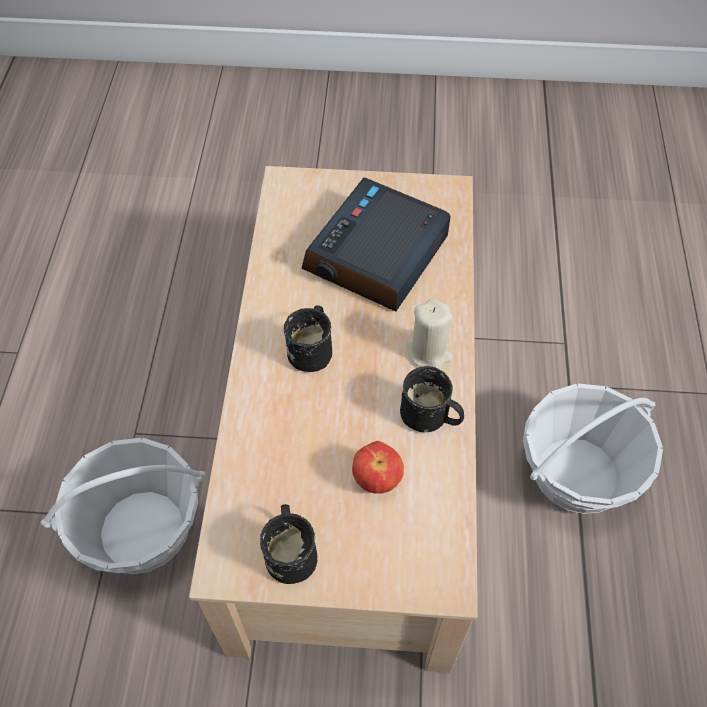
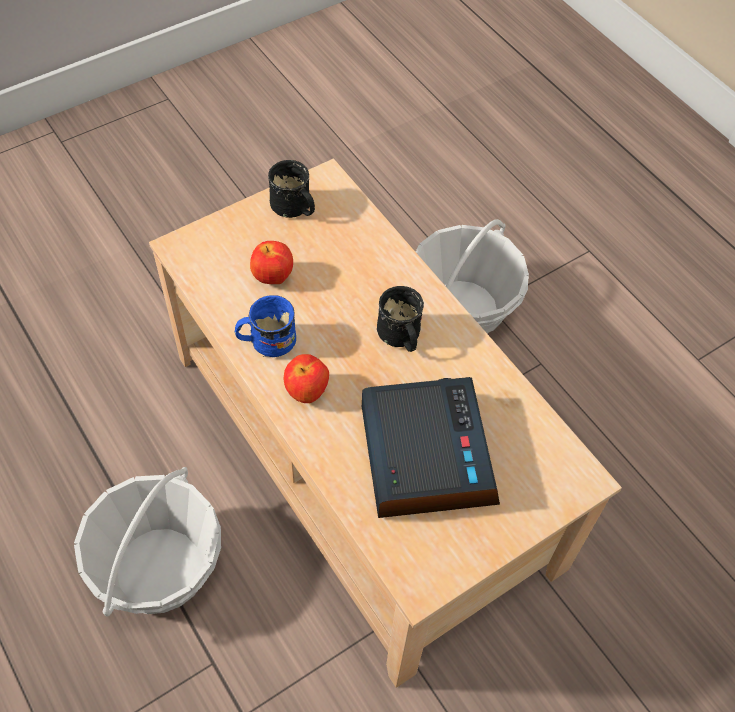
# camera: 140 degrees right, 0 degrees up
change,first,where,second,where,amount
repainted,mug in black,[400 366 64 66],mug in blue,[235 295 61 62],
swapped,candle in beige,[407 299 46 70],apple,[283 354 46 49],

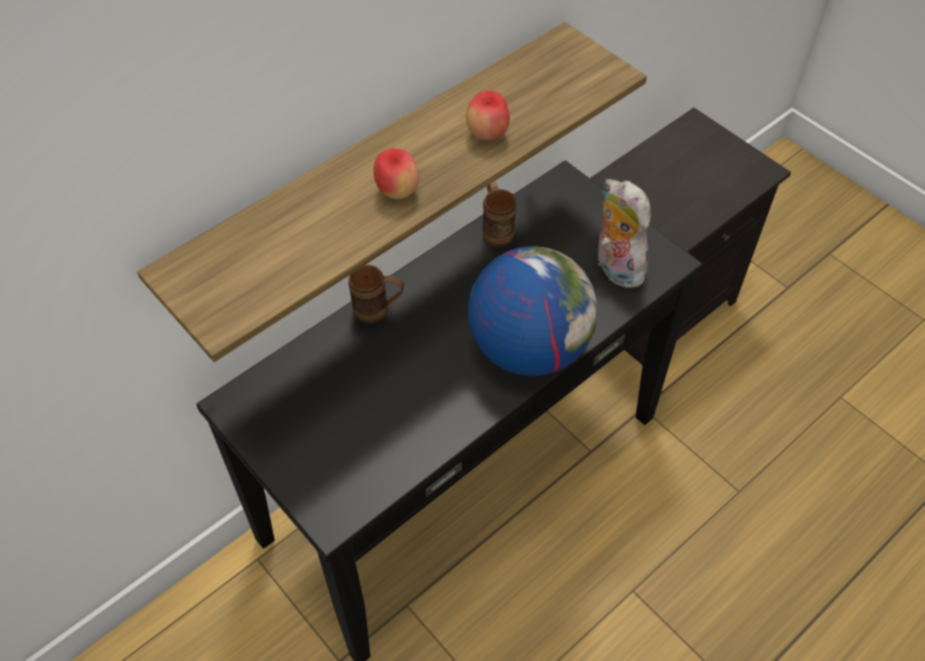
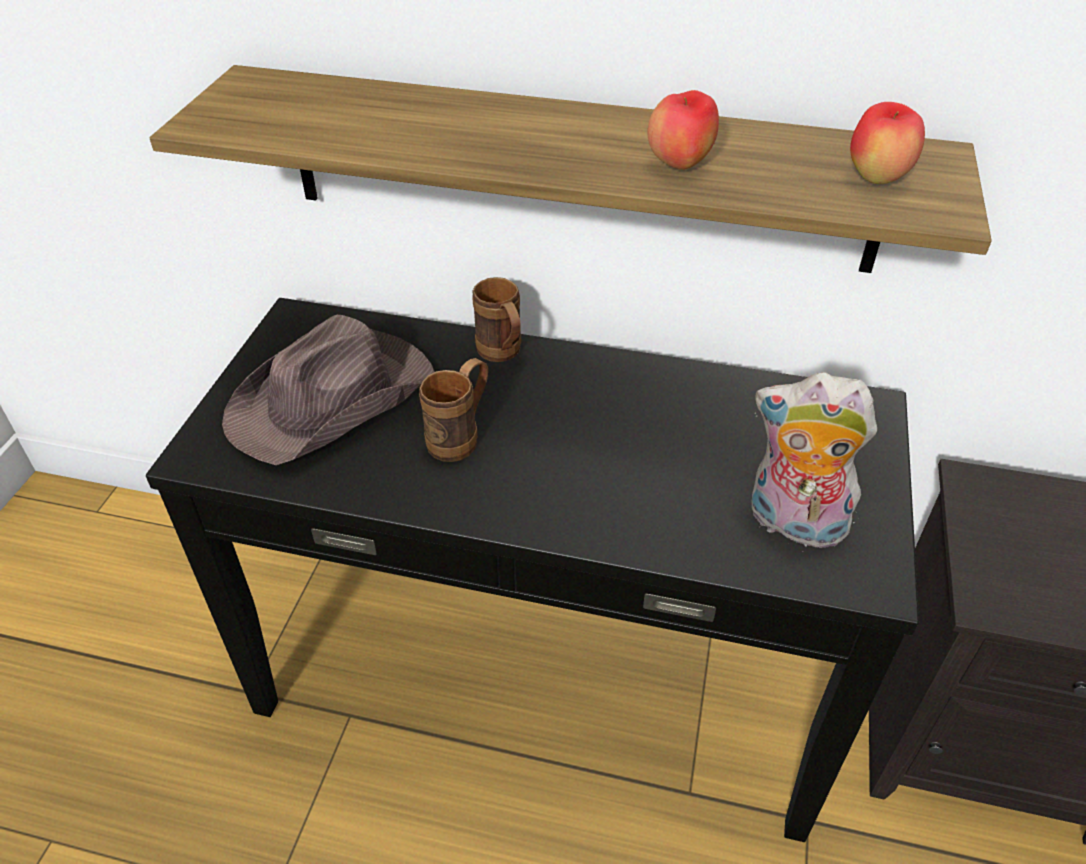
# camera: 55 degrees right, 10 degrees down
change,first,where,second,where,amount
shifted,apple,[373 148 46 51],,[850 102 75 82],
gone,globe,[468 246 130 130],,,
shifted,mug in brown,[482 181 34 66],,[419 358 69 104],
rotated,plush toy,[598 179 53 109],,[751 372 126 180],90 degrees counterclockwise
new,,,hat in brown,[222 315 213 150],

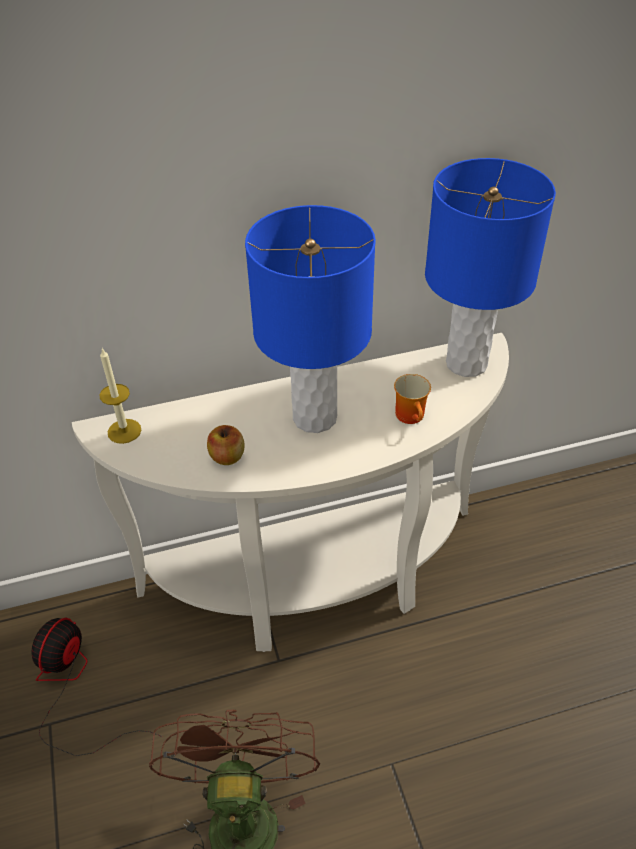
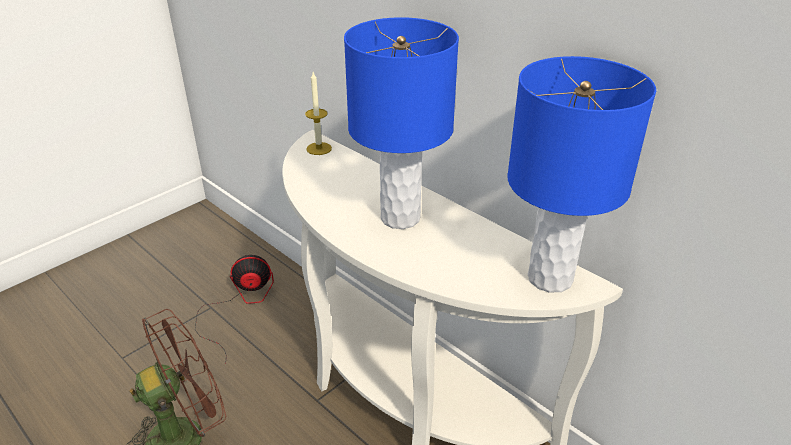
# camera: 60 degrees right, 10 degrees down
change,first,where,second,where,amount
gone,apple,[207 425 38 40],,,
gone,mug,[394 374 37 50],,,

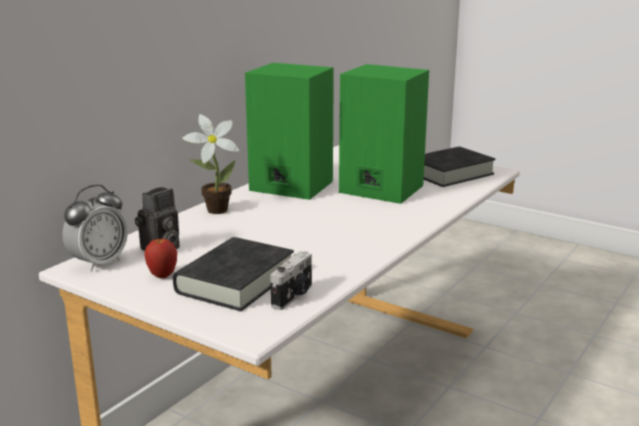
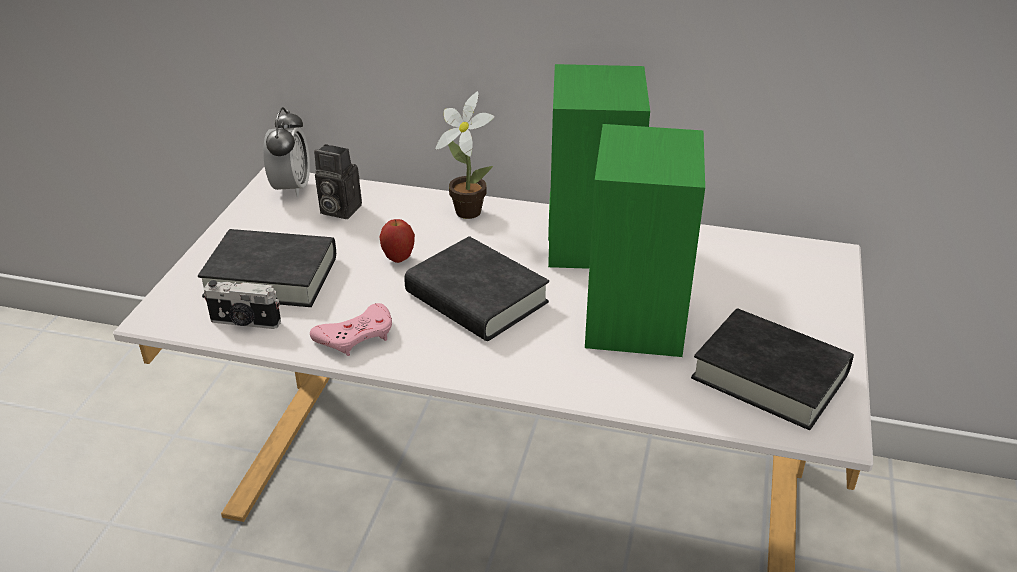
# camera: 70 degrees right, 15 degrees up
change,first,where,second,where,amount
rotated,alarm clock,[62 184 66 88],,[263 107 47 91],105 degrees counterclockwise
shifted,apple,[144 237 33 41],,[379 219 36 44],
new,,,game controller in pink,[310 303 82 53],
new,,,book in black,[404 236 145 105],

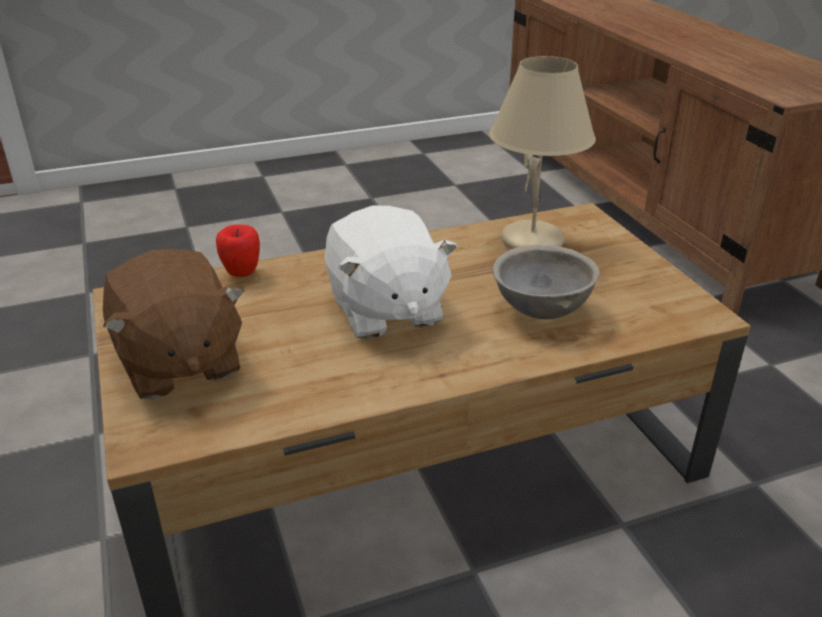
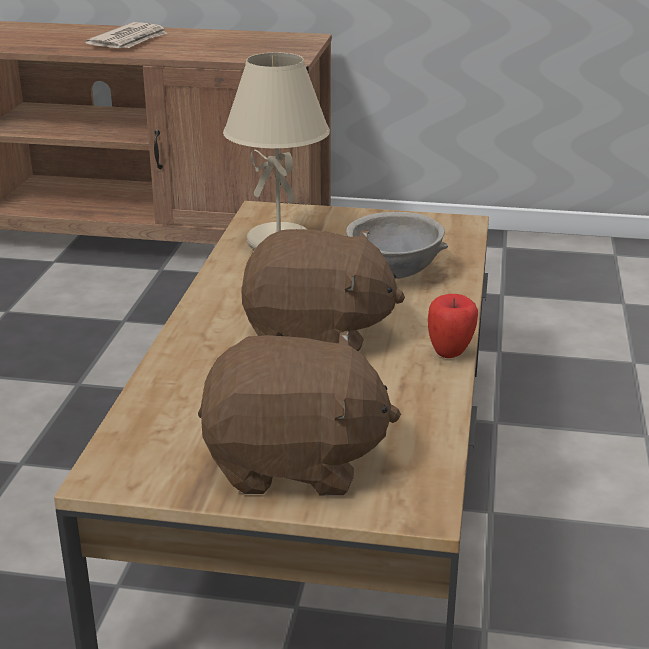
# camera: 60 degrees left, 5 degrees down
change,first,where,second,where,amount
shifted,apple,[216 225 44 52],,[428 294 50 64],
repainted,plush toy in white,[324 205 134 134],plush toy in brown,[241 229 164 123],
new,,,newspaper,[85 22 82 26],

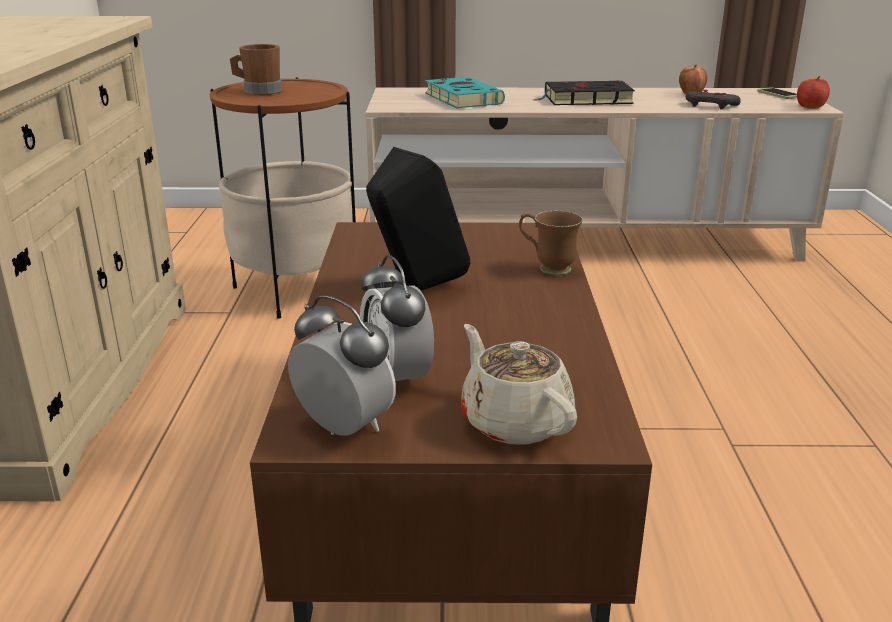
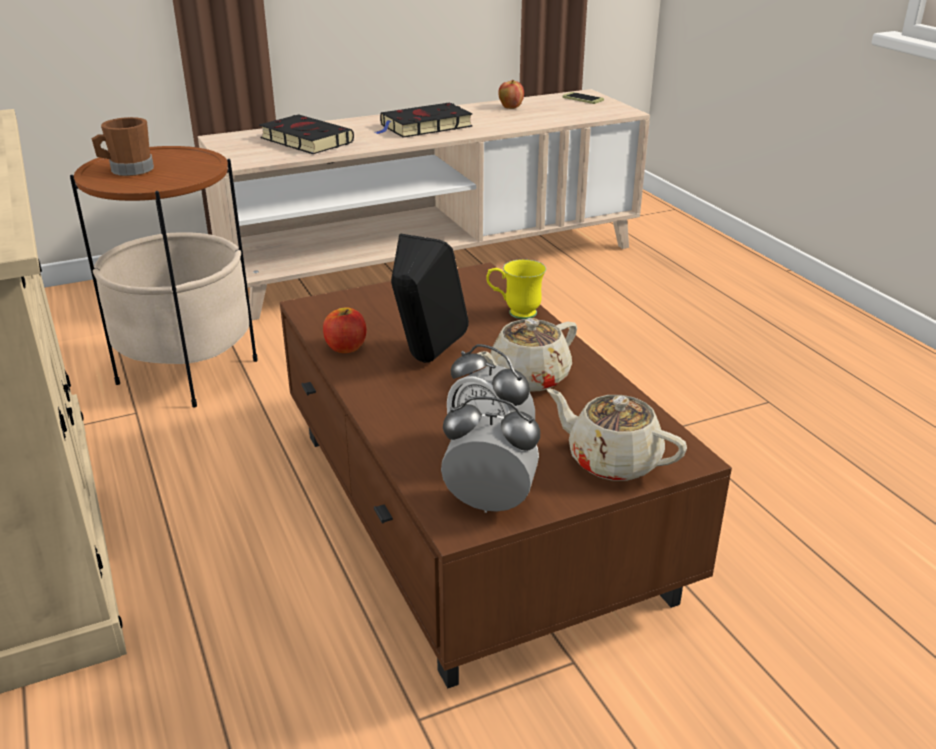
# camera: 25 degrees left, 5 degrees up
change,first,where,second,where,amount
repainted,book in turquoise,[425 77 80 31],book in black,[259 114 95 40],
repainted,mug in brown,[519 211 64 64],mug in yellow,[486 259 60 60],
gone,game controller in grey,[686 90 55 20],,,
shifted,apple,[797 76 33 32],,[323 307 43 46],
new,,,teapot in beige,[477 318 100 74],

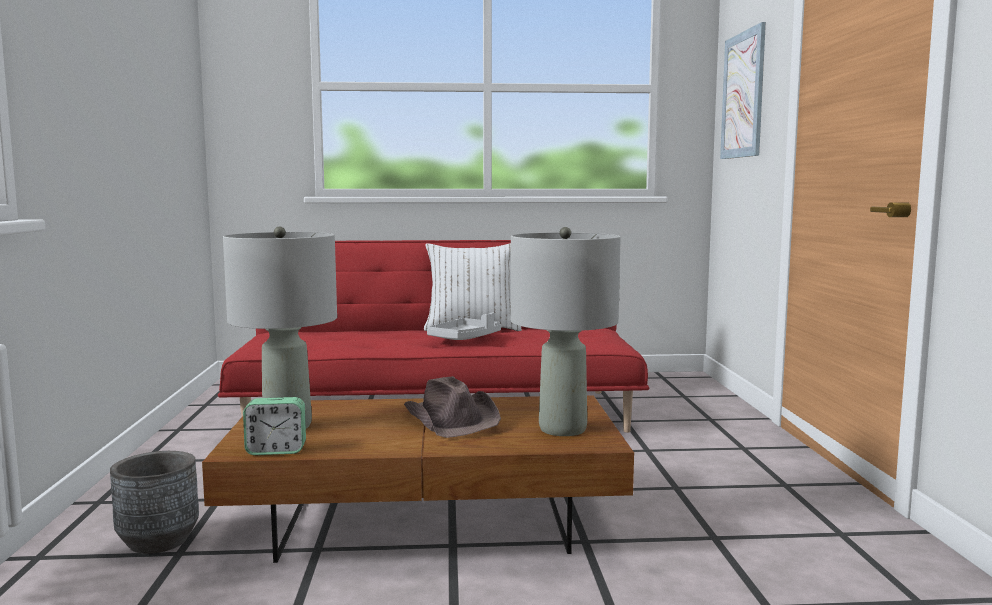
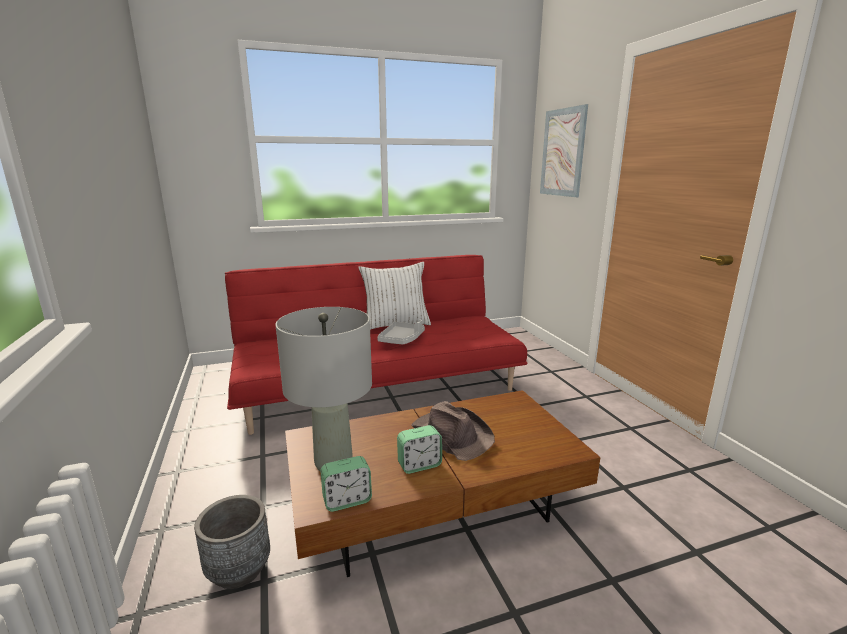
# camera: 15 degrees left, 10 degrees up
change,first,where,second,where,amount
gone,table lamp in grey,[511 227 110 209],,,
new,,,alarm clock,[397 425 45 49],

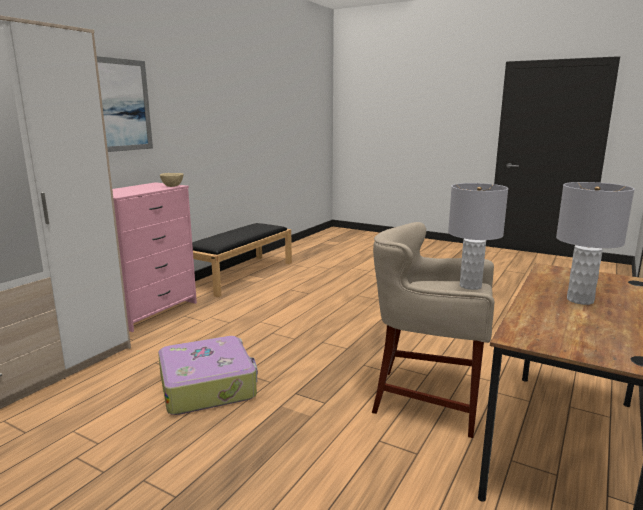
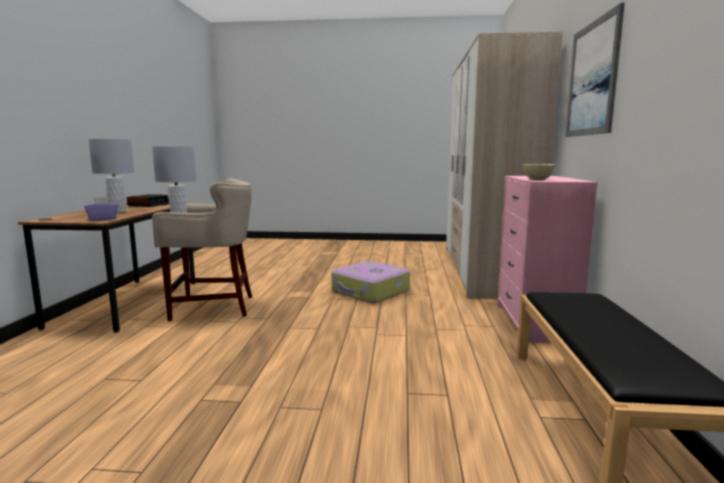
# camera: 155 degrees right, 5 degrees down
change,first,where,second,where,amount
new,,,tissue box in purple,[85 197 33 24],
new,,,alarm clock,[127 194 42 13],

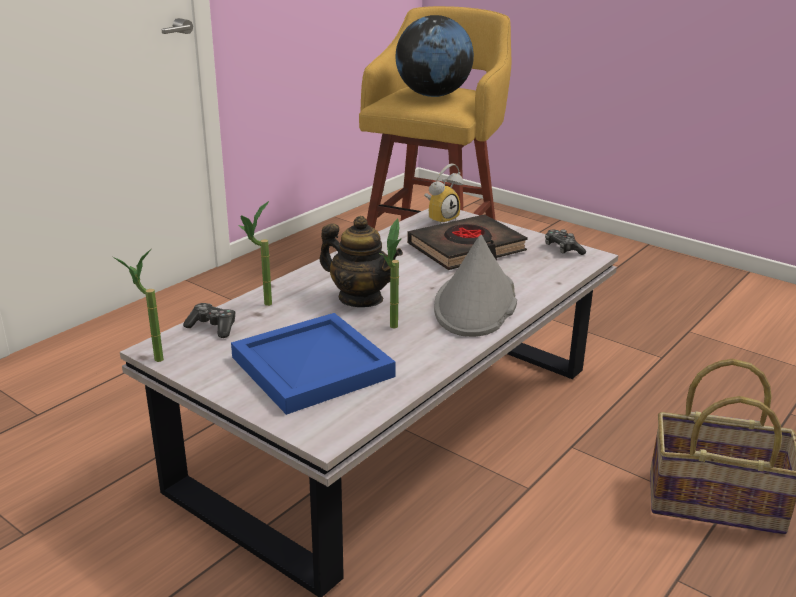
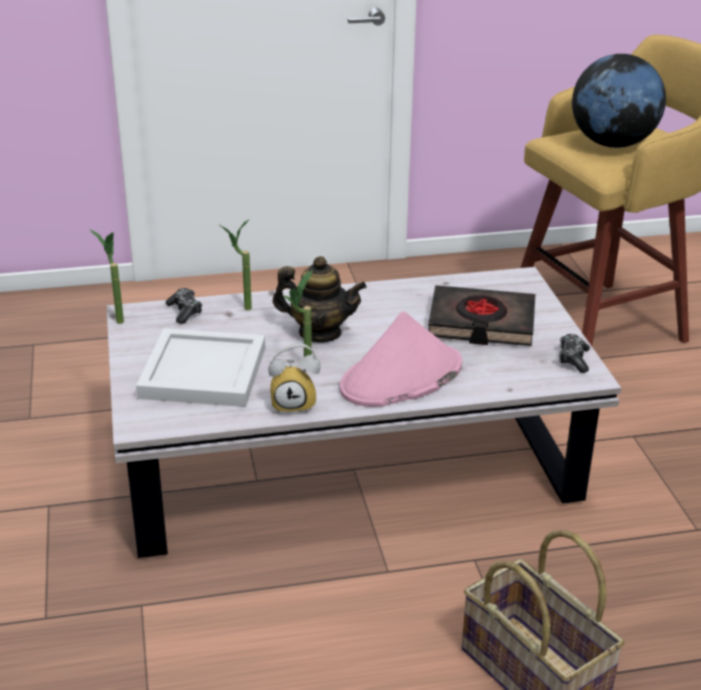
# camera: 40 degrees right, 5 degrees up
change,first,where,second,where,amount
repainted,tray in blue,[231 313 165 102],tray in white,[136 328 129 79],
rotated,teapot,[319 216 84 91],,[272 256 95 87],60 degrees counterclockwise
shifted,alarm clock,[424 164 39 60],,[268 343 53 71],
repainted,hat in grey,[434 235 83 102],hat in pink,[340 311 122 96],

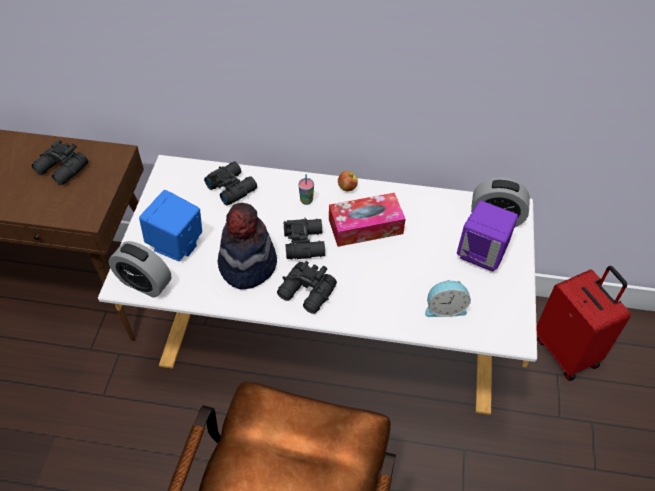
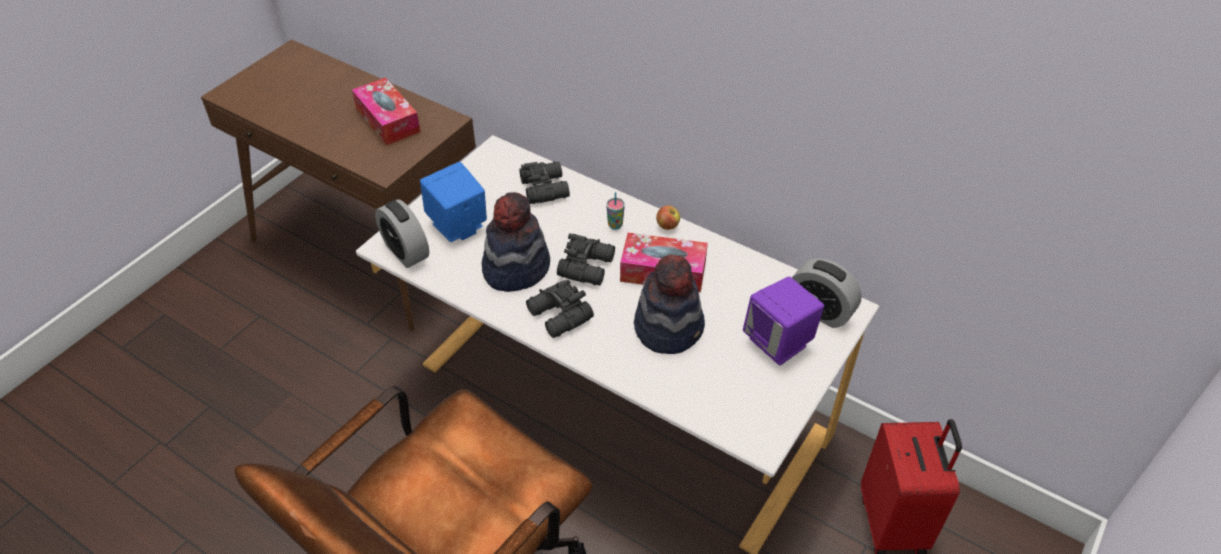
# camera: 25 degrees right, 5 degrees down
change,first,where,second,where,amount
swapped,binoculars in black,[32 140 56 45],tissue box,[352 77 69 68],
gone,alarm clock,[425 280 46 37],,,
new,,,hat,[634 255 71 99],

